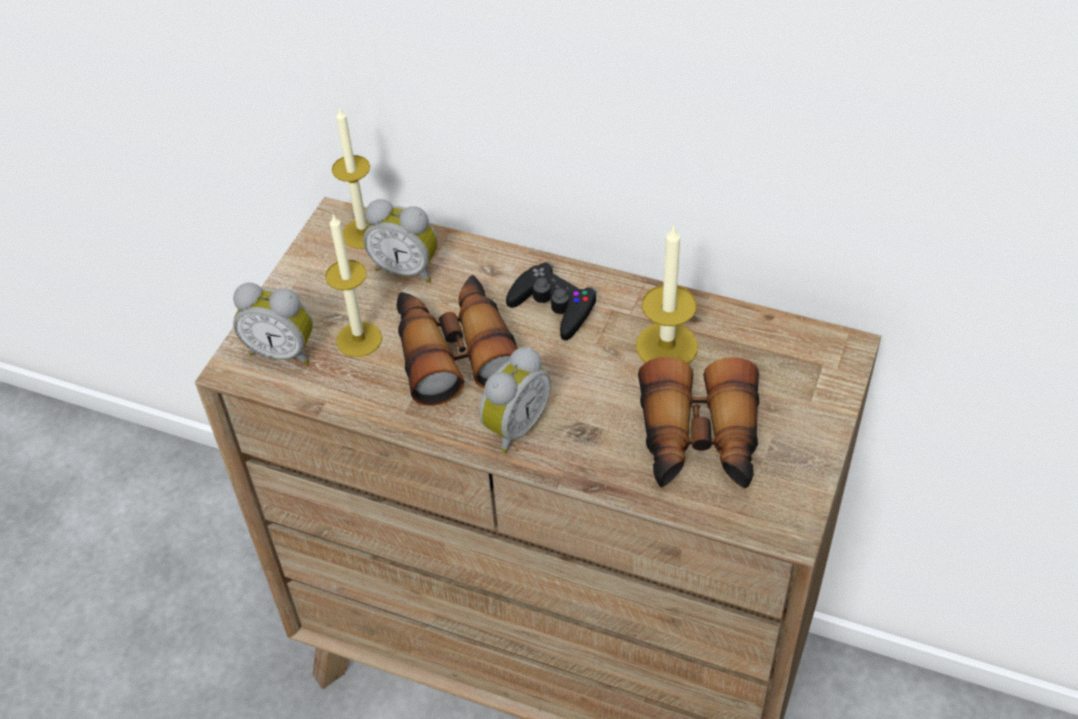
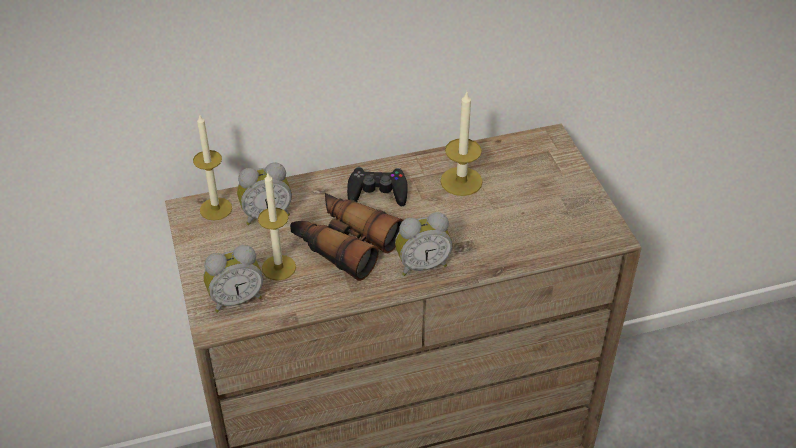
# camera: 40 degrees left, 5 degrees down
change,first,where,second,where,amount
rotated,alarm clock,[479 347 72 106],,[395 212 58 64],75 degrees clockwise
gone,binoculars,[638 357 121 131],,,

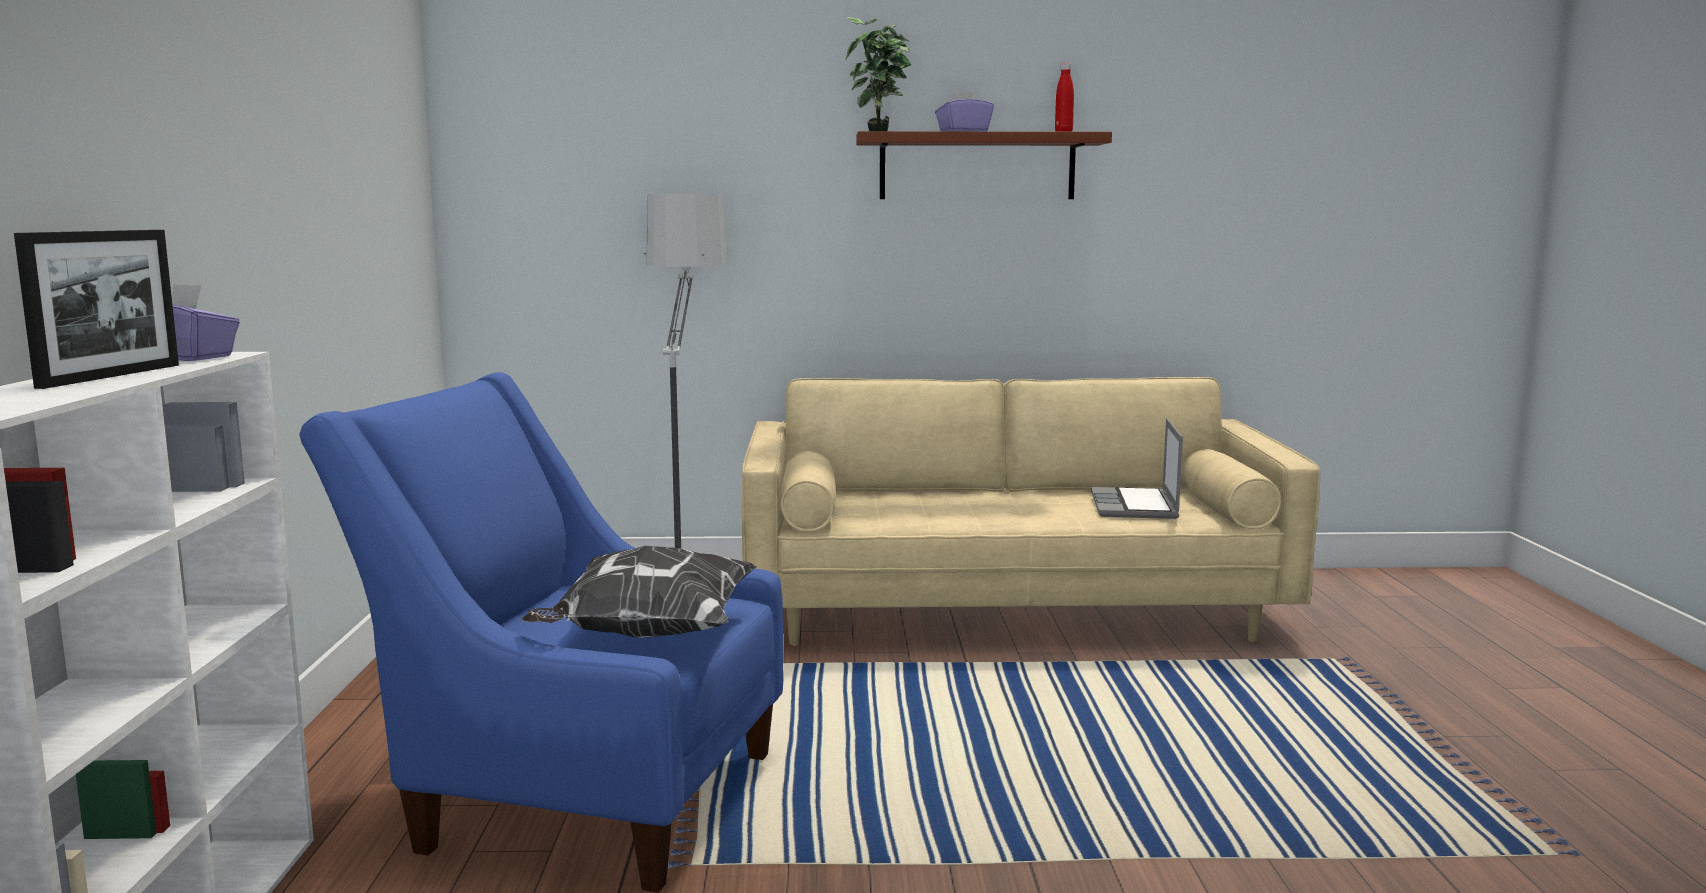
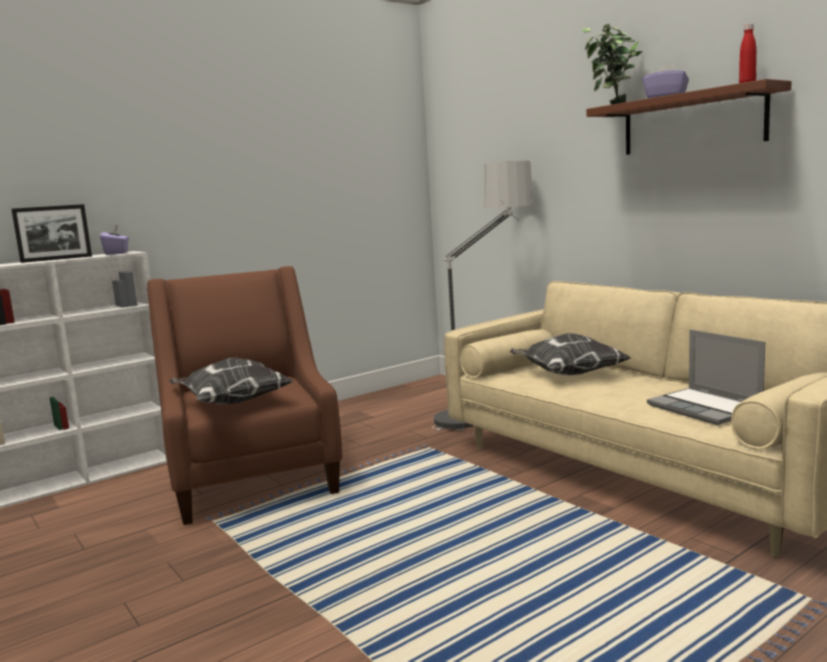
# camera: 55 degrees right, 0 degrees up
change,first,where,second,where,amount
repainted,armchair in blue,[299 372 484 521],armchair in brown,[147 266 195 259],
rotated,laptop,[1091 418 92 101],,[647 330 118 95],90 degrees counterclockwise
new,,,pillow,[510 333 122 42],

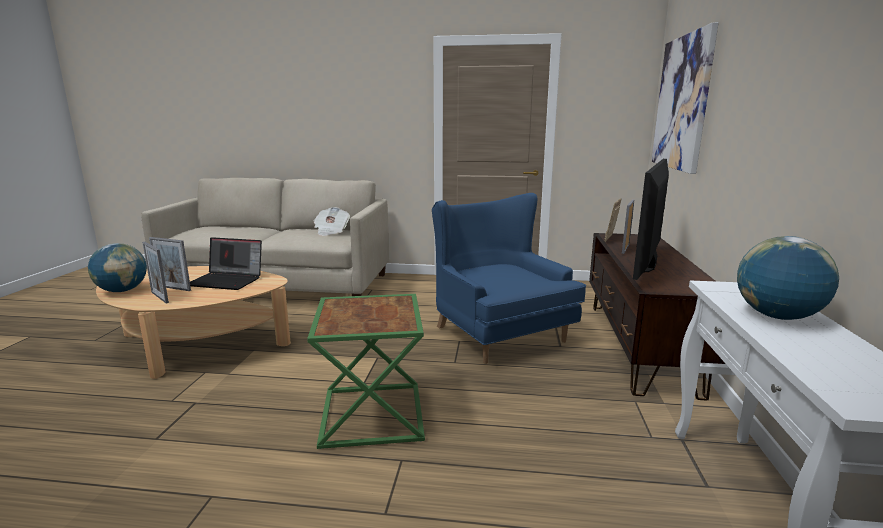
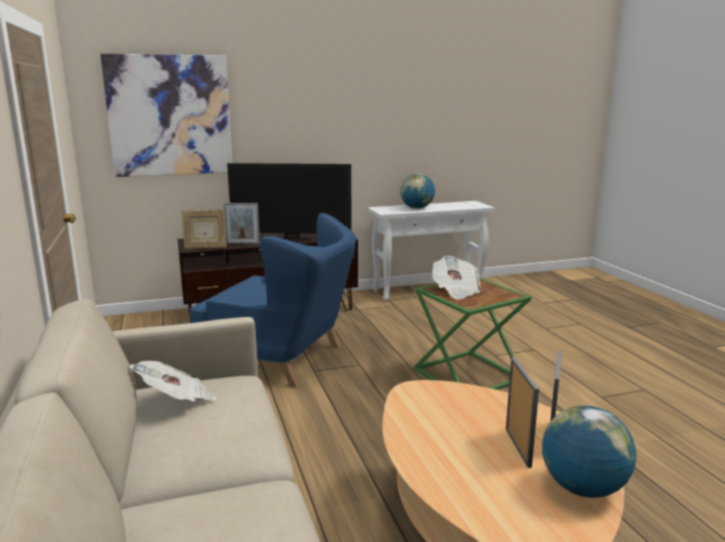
# camera: 115 degrees left, 0 degrees up
change,first,where,second,where,amount
gone,laptop,[190 237 72 53],,,
rotated,armchair in blue,[432 193 154 171],,[189 213 167 174],105 degrees counterclockwise
new,,,newspaper,[432 256 48 44],

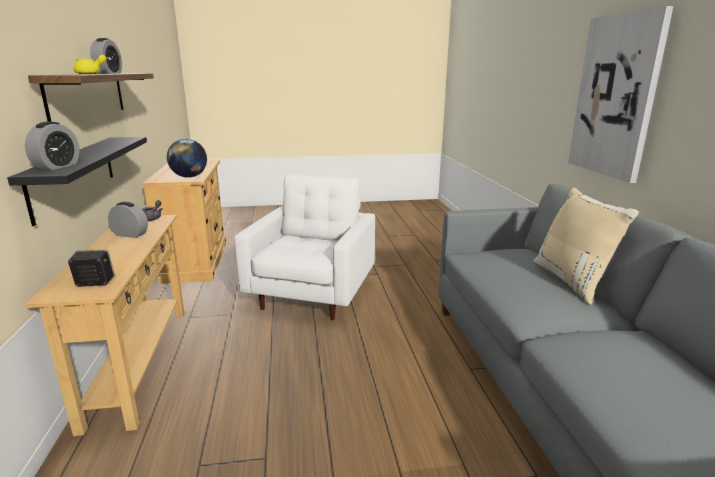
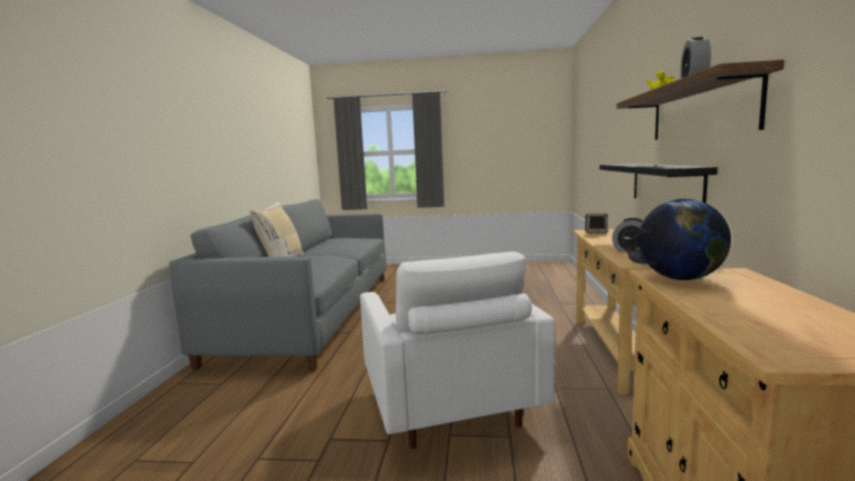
# camera: 165 degrees left, 10 degrees down
change,first,where,second,where,amount
gone,alarm clock,[25 122 54 48],,,
rotated,armchair in white,[235 174 140 146],,[360 251 195 198],45 degrees counterclockwise
gone,picture,[568 6 106 177],,,

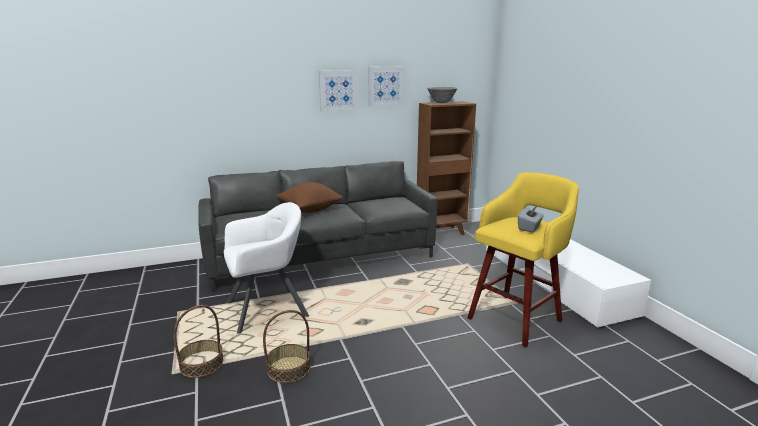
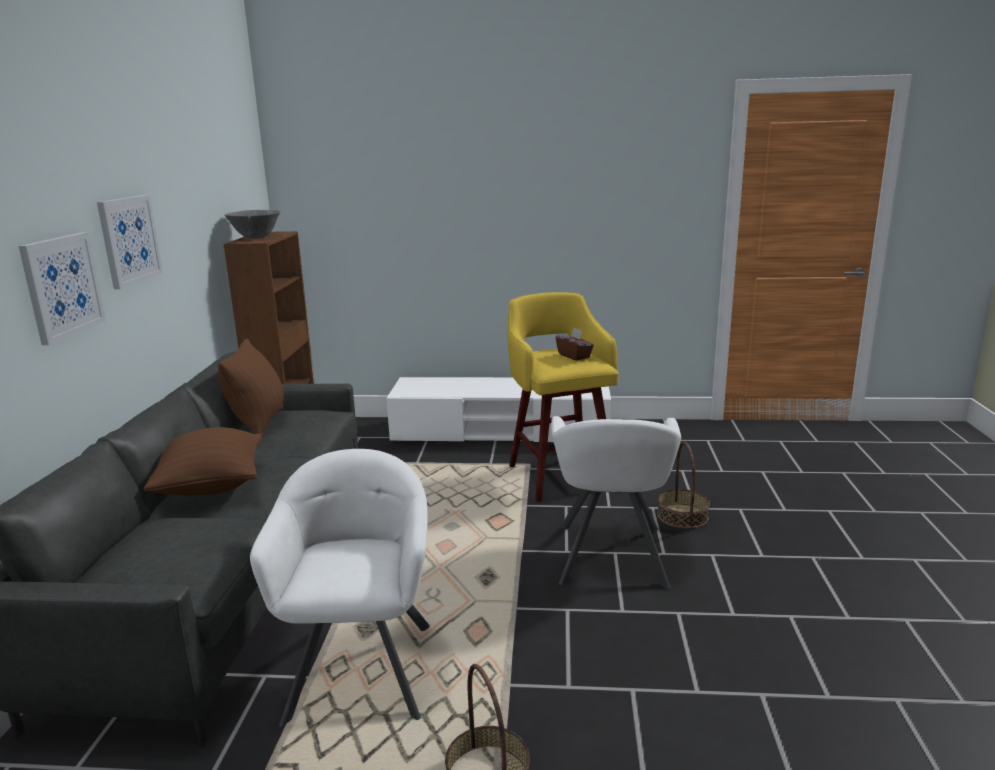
# camera: 65 degrees left, 0 degrees up
change,first,where,second,where,amount
shifted,basket,[263 310 48 73],,[657 442 53 87],
shifted,picture,[368 66 37 40],,[19 232 87 113],
repainted,tissue box in grey,[518 205 26 28],tissue box in brown,[556 328 38 33],
new,,,pillow in brown,[218 339 66 97],
new,,,armchair in white,[551 416 130 173],

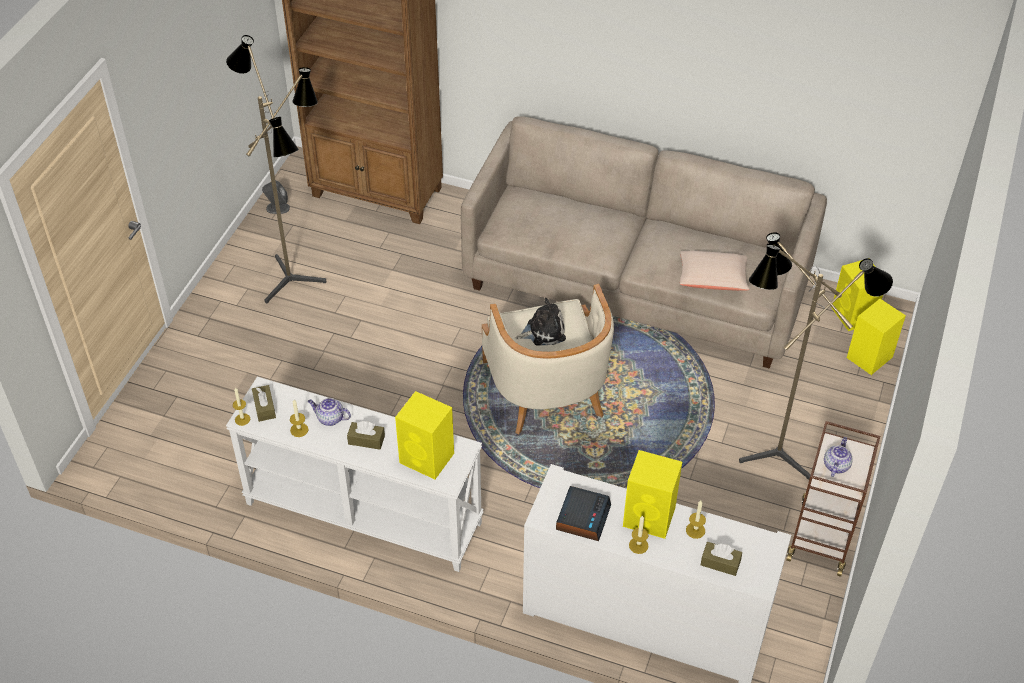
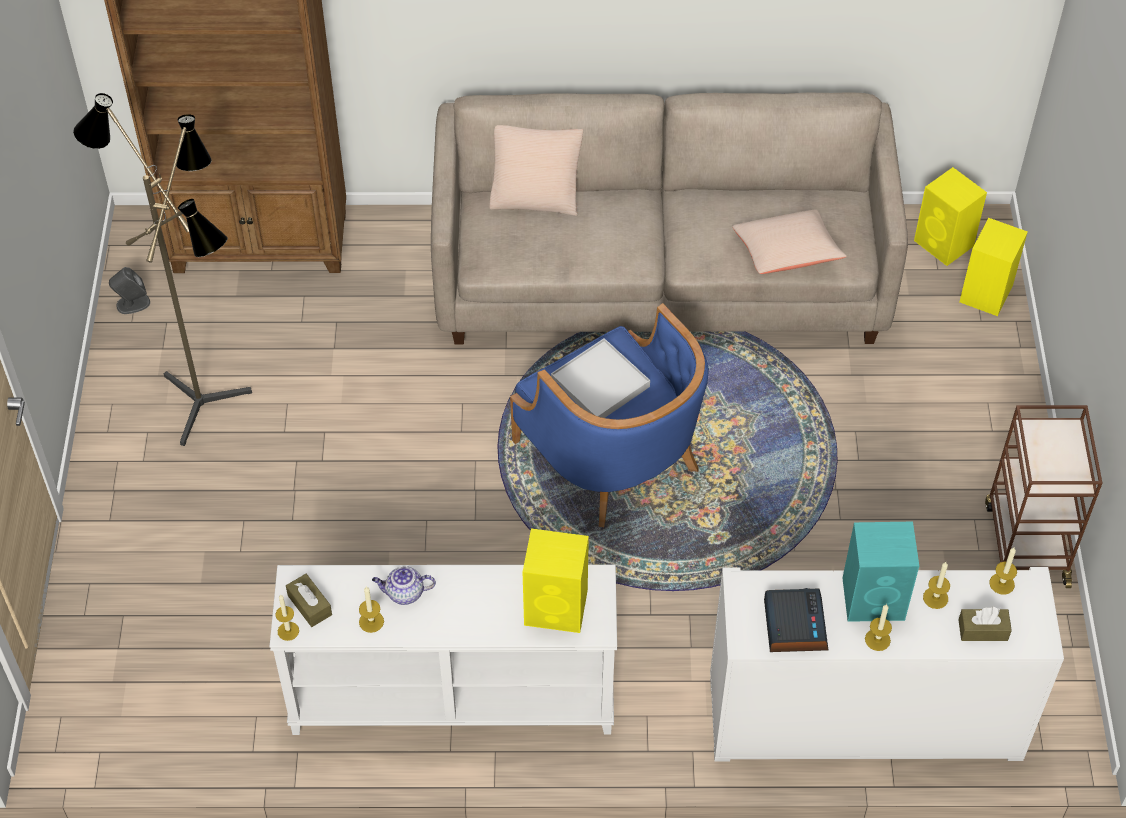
# camera: 20 degrees left, 5 degrees up
change,first,where,second,where,amount
gone,tissue box in brown,[347 421 38 29],,,
repainted,armchair in beige,[482 284 132 151],armchair in blue,[510 303 199 224],
swapped,plush toy,[516 298 50 47],tray in white,[551 338 99 80],
repainted,speaker in yellow,[623 450 59 89],speaker in turquoise,[843 522 76 100],
gone,floor lamp,[739 232 154 248],,,
gone,teapot,[824 437 29 40],,,
new,,,pillow in beige,[489 125 94 91],
new,,,candle,[990 548 27 47],

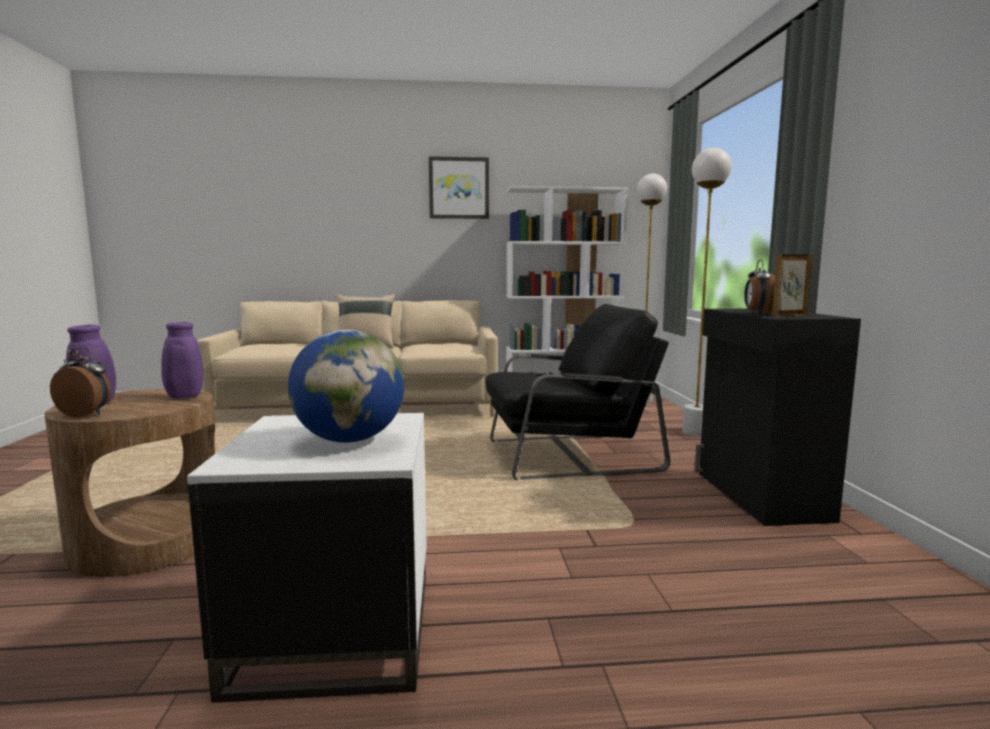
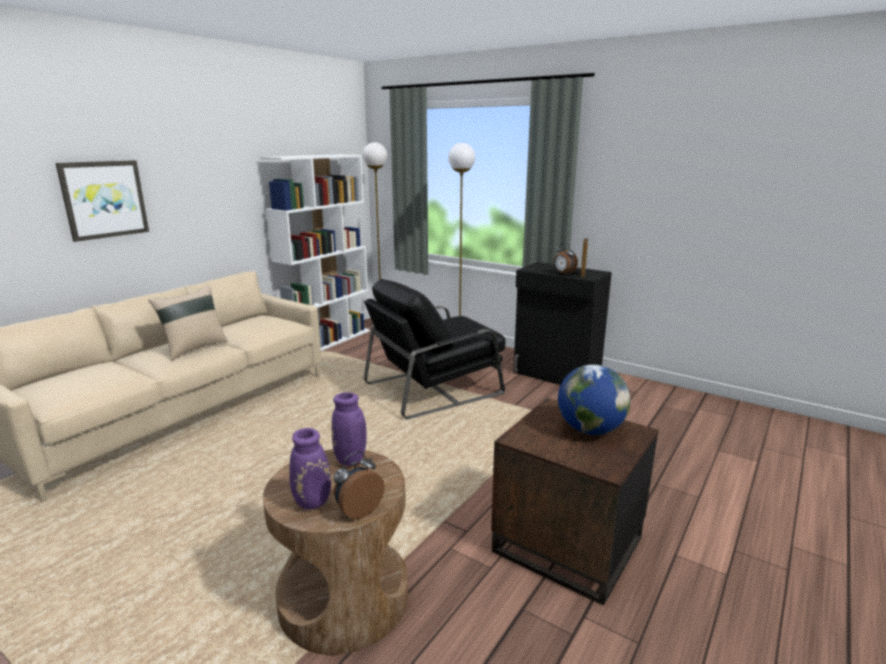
# camera: 50 degrees left, 10 degrees up
change,first,where,second,where,amount
repainted,side table in white,[187 413 240 290],side table in brown,[491 398 168 208],
shifted,picture,[429 156 60 63],,[56 160 93 82],
rotated,armchair in black,[486 304 184 176],,[364 279 142 141],150 degrees counterclockwise

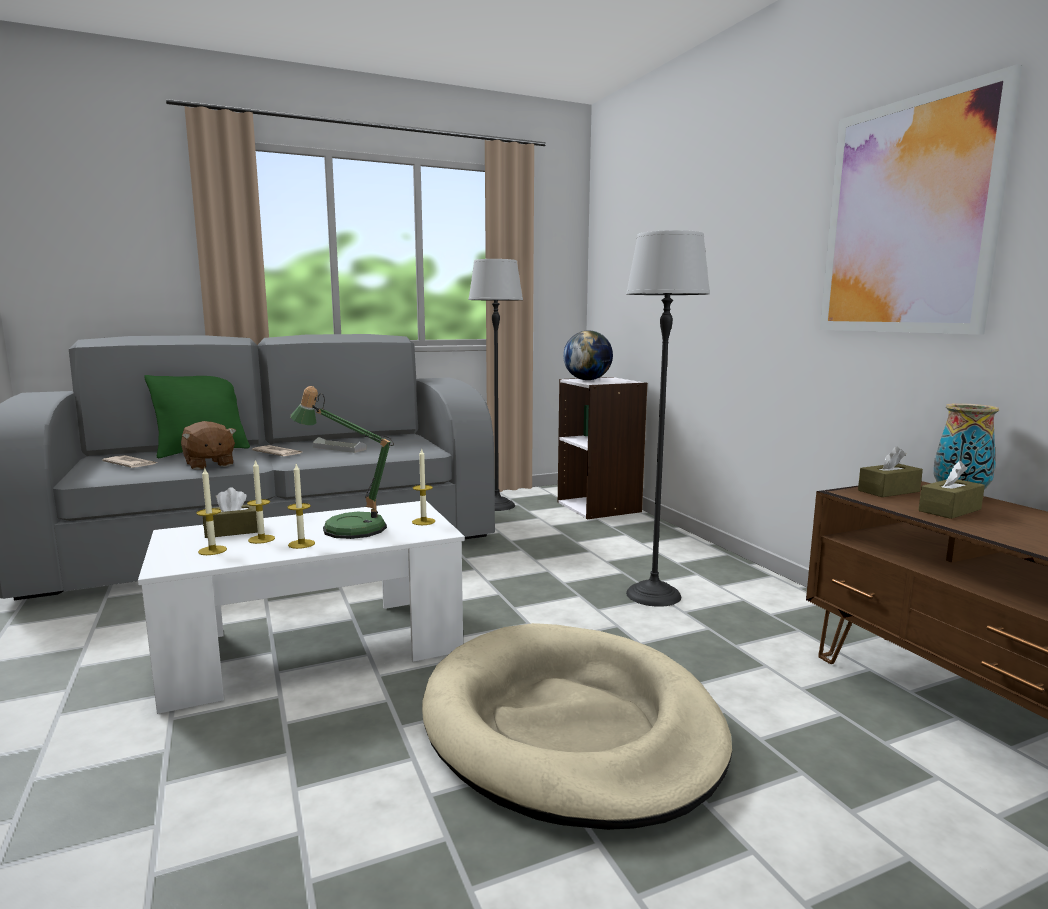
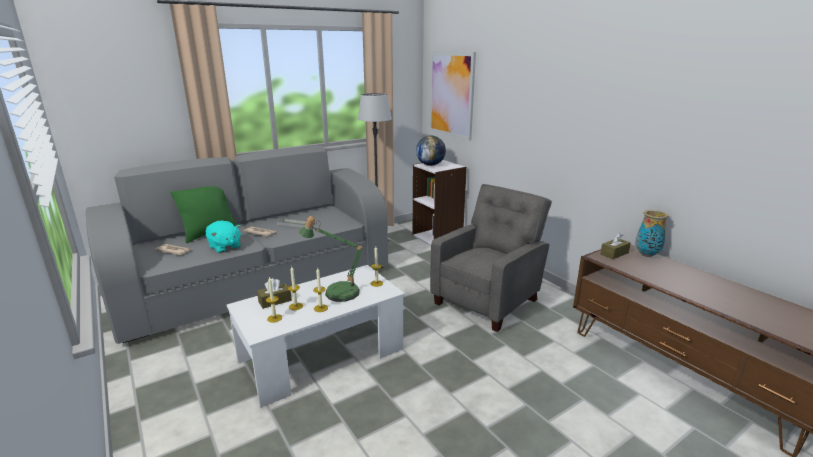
# camera: 10 degrees left, 10 degrees up
change,first,where,second,where,amount
repainted,plush toy in brown,[181 421 56 49],plush toy in turquoise,[206 221 35 32],
gone,dog bed in beige,[422 623 310 207],,,
swapped,floor lamp,[626 230 84 377],armchair in grey,[430 184 122 148],
shifted,picture,[820 64 203 270],,[429 51 47 90],
gone,tissue box in brown,[918 461 67 58],,,

